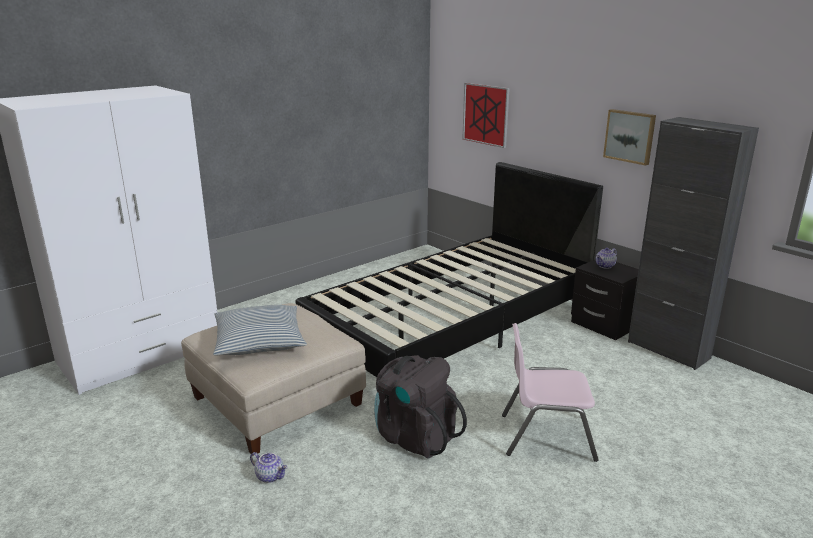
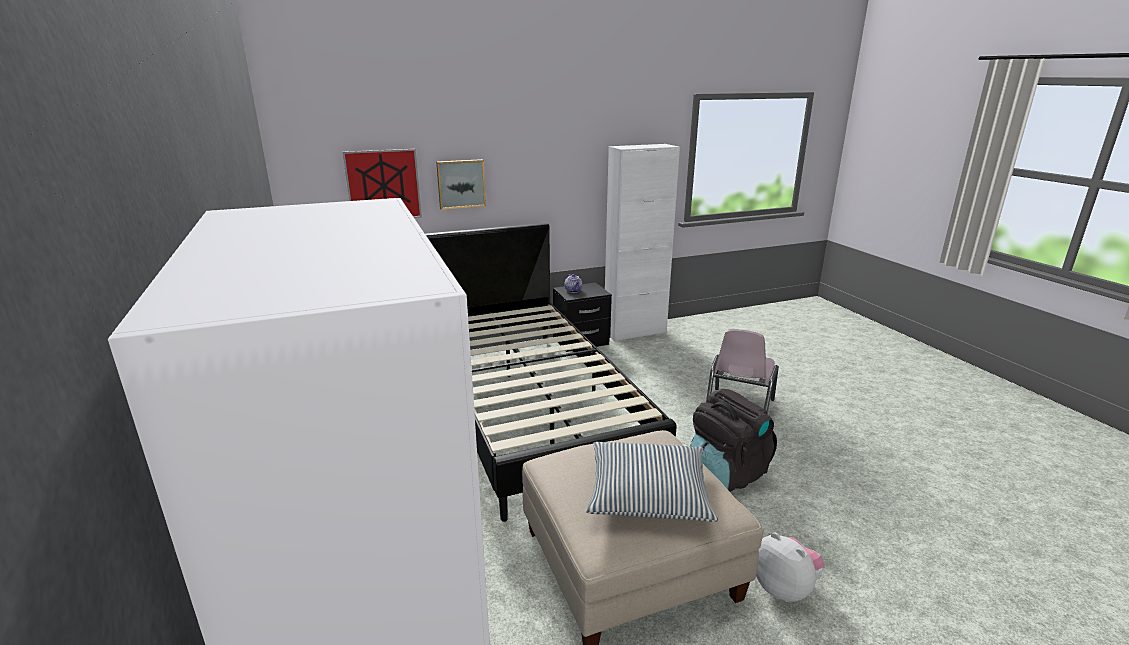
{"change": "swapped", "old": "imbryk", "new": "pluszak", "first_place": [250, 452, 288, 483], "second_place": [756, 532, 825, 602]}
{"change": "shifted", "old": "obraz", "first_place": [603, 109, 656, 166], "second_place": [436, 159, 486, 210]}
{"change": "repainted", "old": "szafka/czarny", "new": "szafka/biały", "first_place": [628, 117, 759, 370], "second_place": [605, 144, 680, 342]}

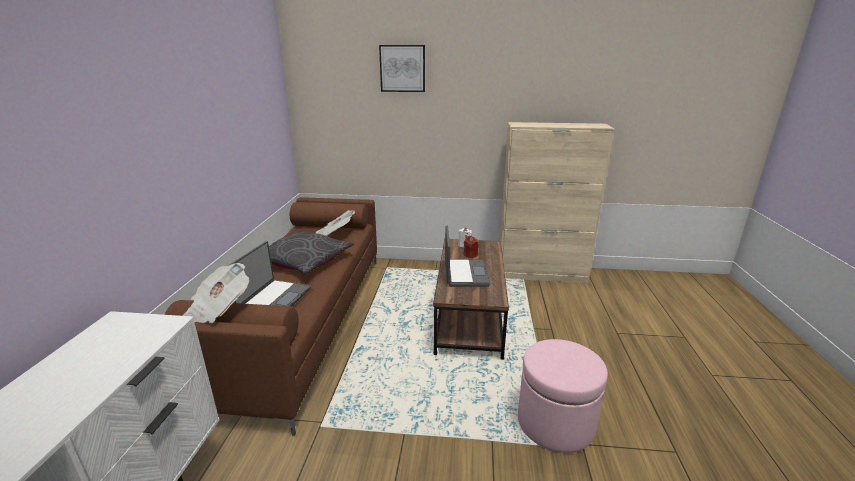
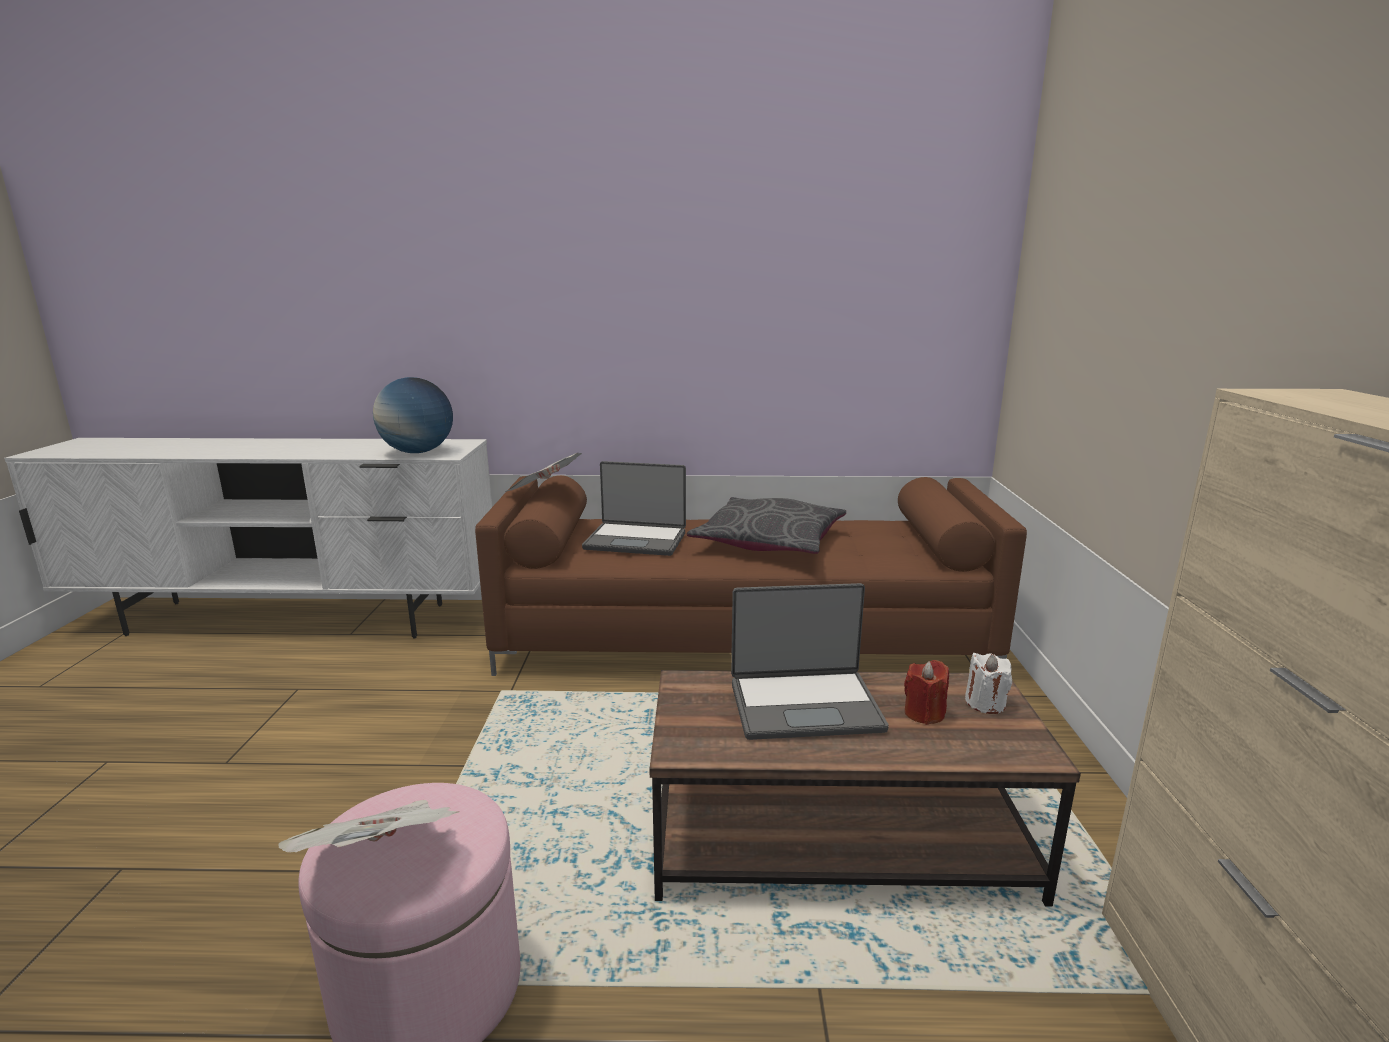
{"change": "shifted", "old": "gazeta", "first_place": [316, 210, 355, 236], "second_place": [278, 800, 460, 852]}
{"change": "gone", "old": "obraz", "first_place": [379, 45, 425, 92]}
{"change": "new", "new": "globus", "second_place": [373, 377, 453, 453]}

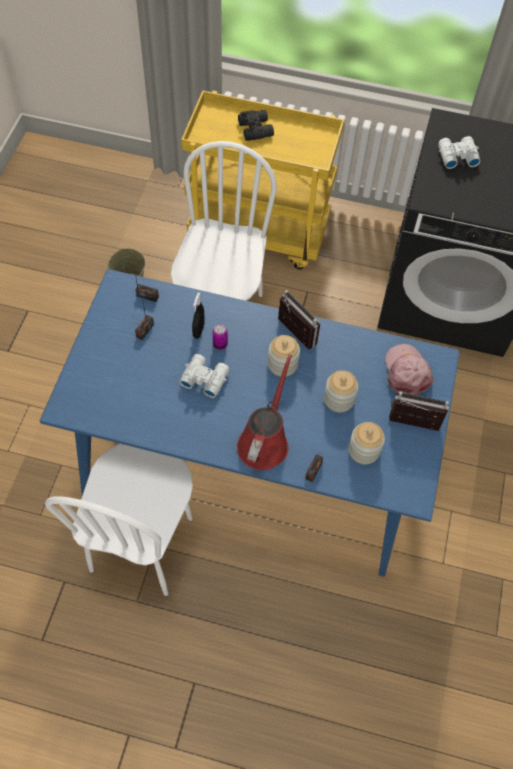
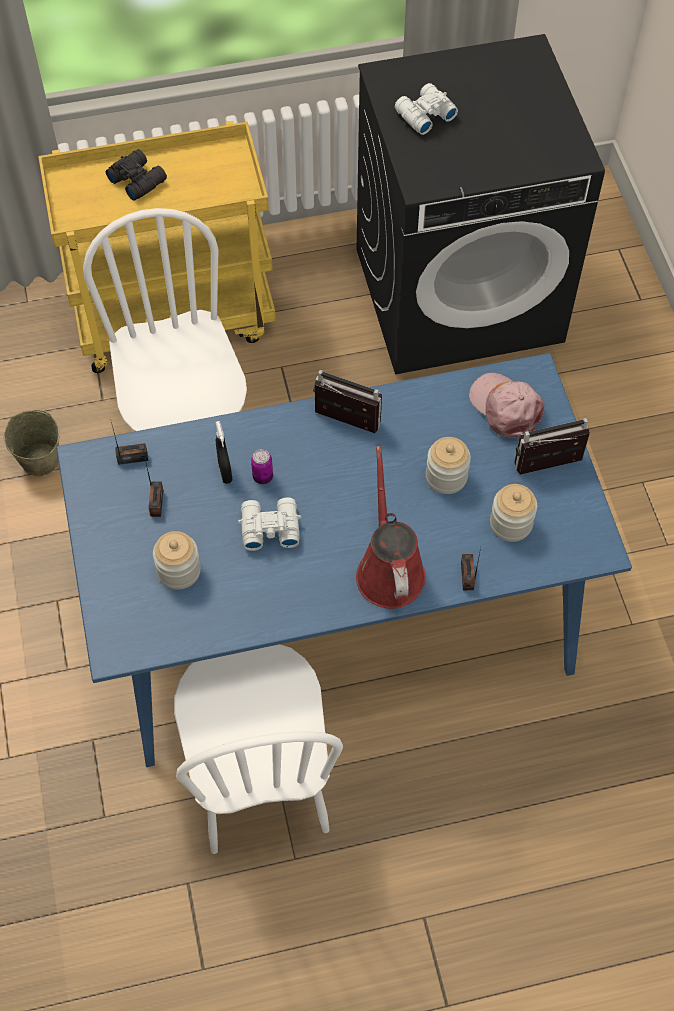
{"change": "shifted", "old": "słoik", "first_place": [268, 335, 300, 377], "second_place": [153, 531, 201, 590]}

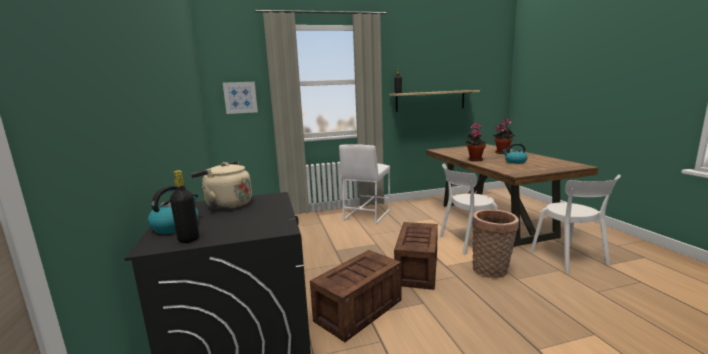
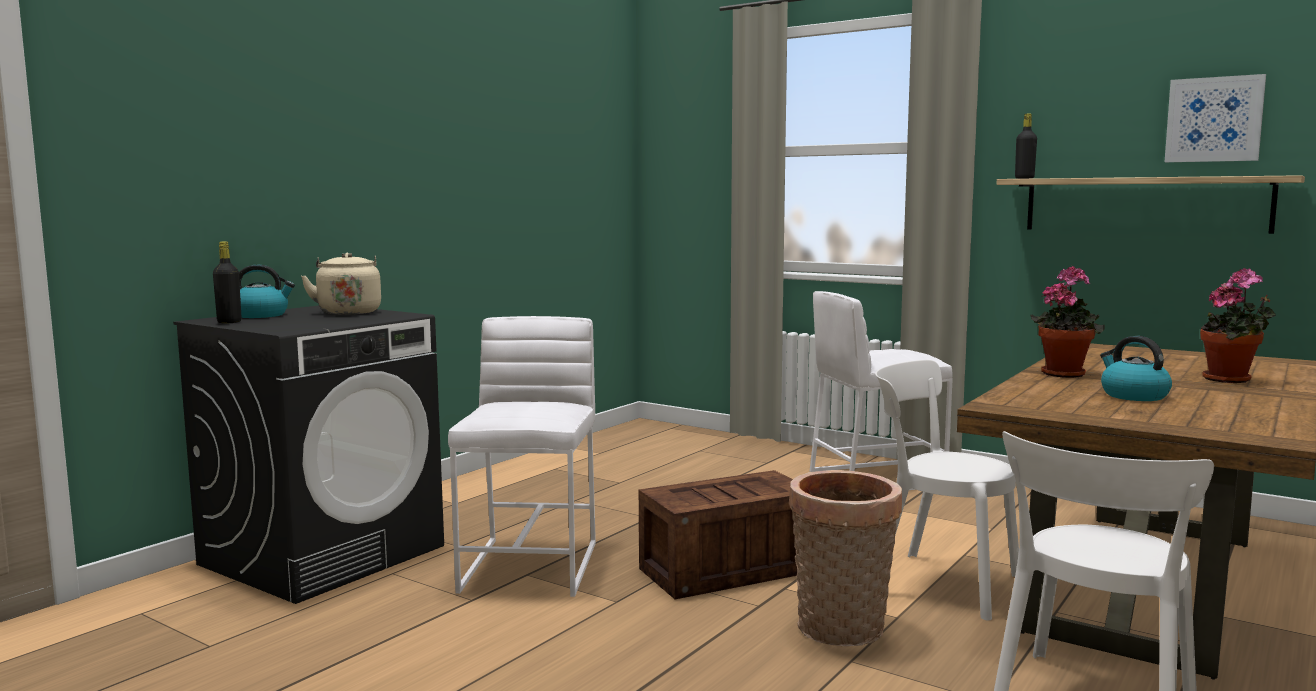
{"change": "shifted", "old": "obraz", "first_place": [223, 82, 258, 114], "second_place": [1165, 74, 1266, 162]}
{"change": "swapped", "old": "skrzynka", "new": "stołek/biały", "first_place": [310, 250, 402, 342], "second_place": [448, 316, 596, 597]}

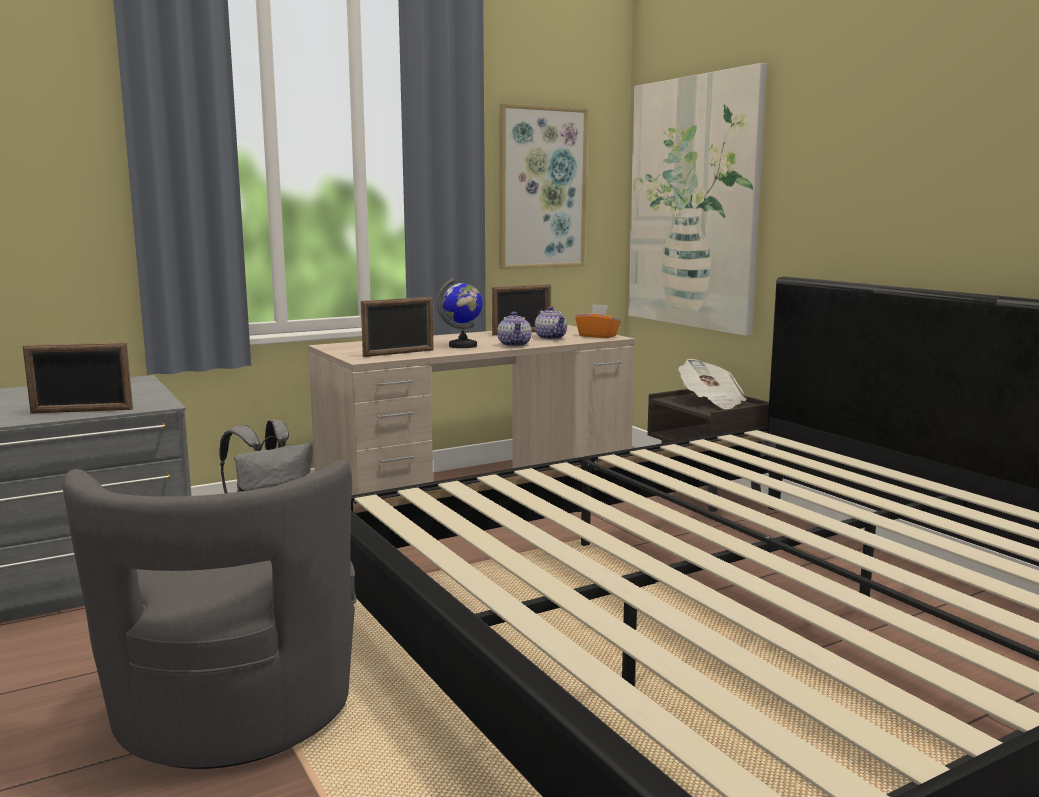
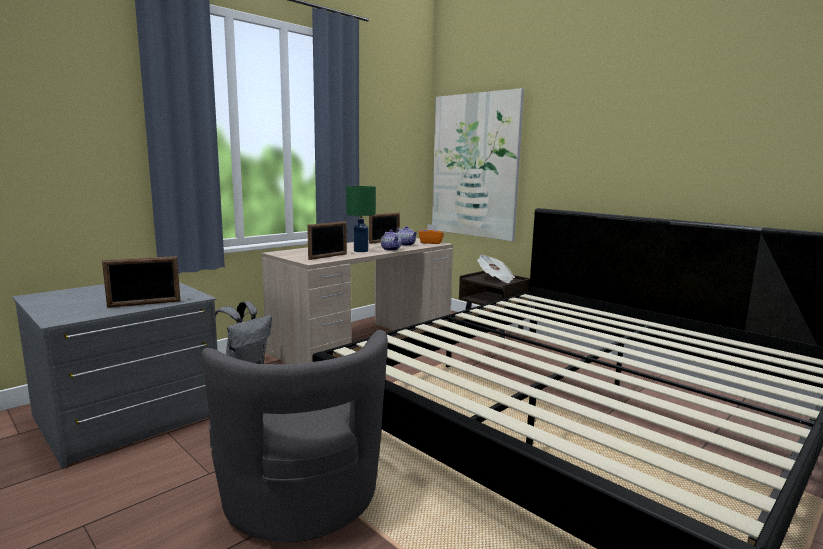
{"change": "swapped", "old": "globus", "new": "lampa stołowa/zielony", "first_place": [436, 278, 483, 348], "second_place": [346, 186, 376, 252]}
{"change": "gone", "old": "obraz", "first_place": [499, 103, 588, 269]}

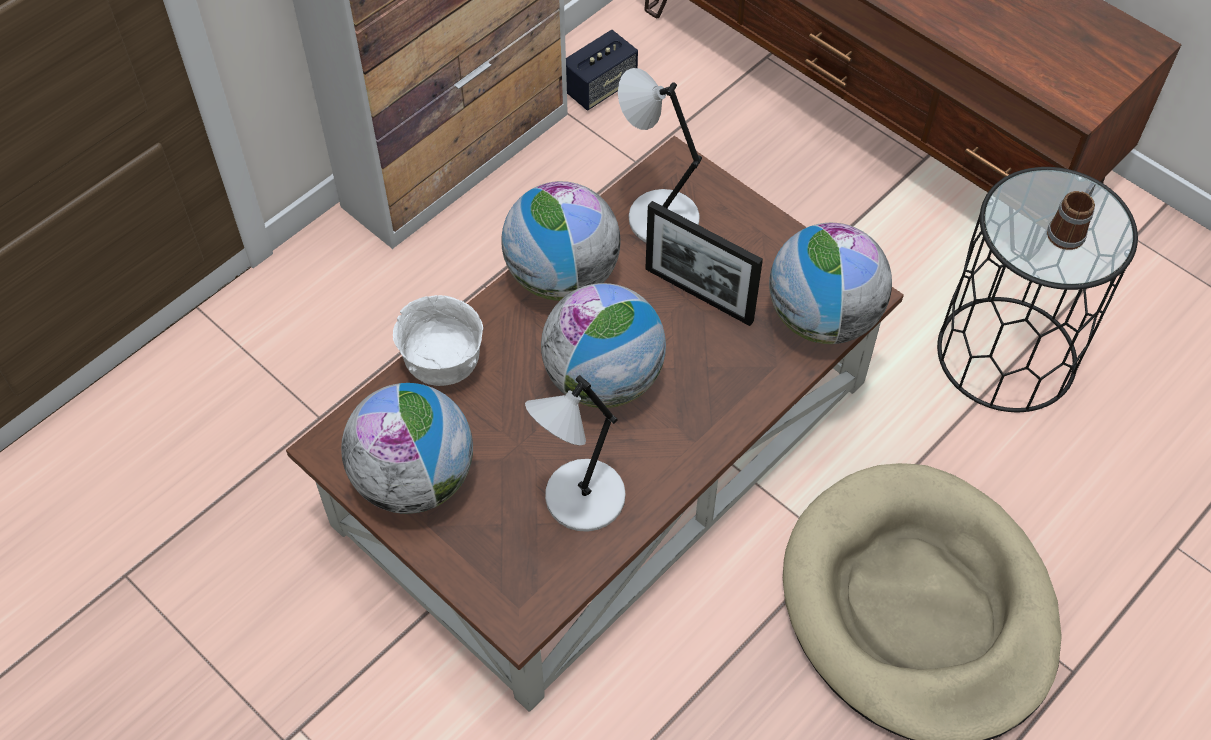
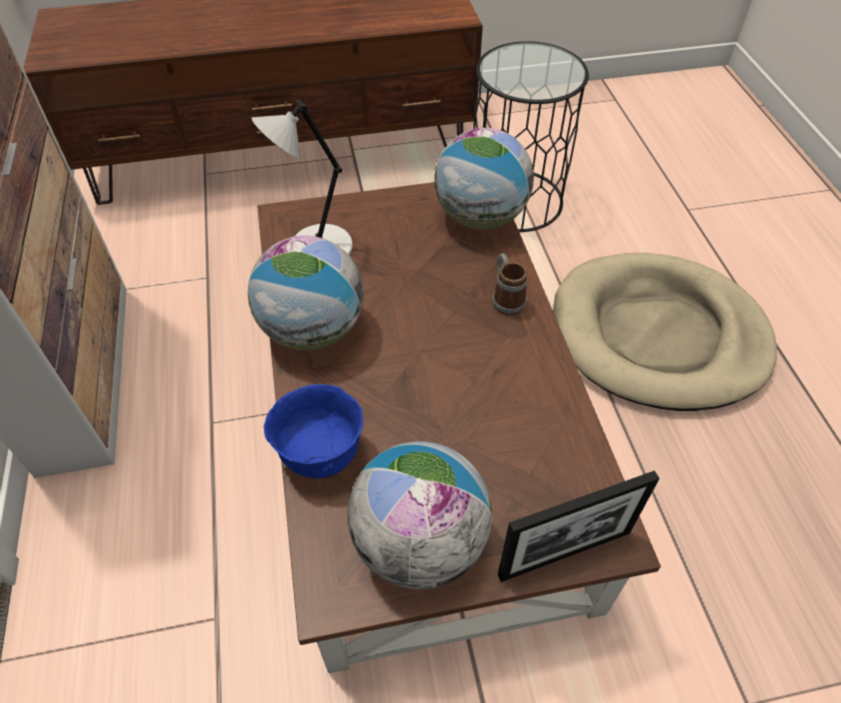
{"change": "repainted", "old": "miska/biały", "new": "miska/niebieski", "first_place": [393, 295, 483, 386], "second_place": [264, 384, 363, 479]}
{"change": "gone", "old": "lampa stołowa/szary", "first_place": [525, 375, 626, 532]}
{"change": "gone", "old": "globus", "first_place": [541, 283, 666, 408]}
{"change": "gone", "old": "głośnik", "first_place": [566, 30, 638, 110]}
{"change": "shifted", "old": "ramka na zdjęcie", "first_place": [645, 201, 763, 326], "second_place": [498, 471, 660, 582]}
{"change": "shifted", "old": "kubek", "first_place": [1047, 182, 1096, 250], "second_place": [492, 253, 528, 316]}

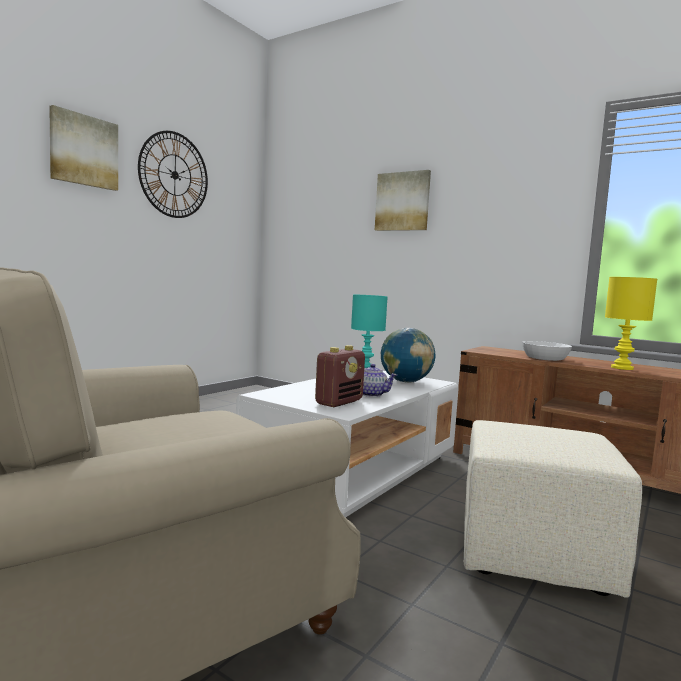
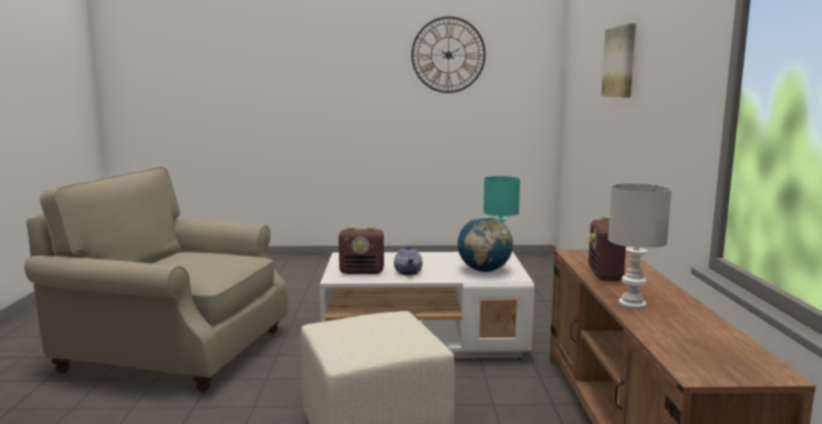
{"change": "gone", "old": "obraz", "first_place": [49, 105, 118, 191]}
{"change": "swapped", "old": "miska/biały", "new": "radio", "first_place": [522, 341, 572, 361], "second_place": [588, 216, 626, 281]}
{"change": "repainted", "old": "lampa stołowa/żółty", "new": "lampa stołowa/biały", "first_place": [605, 277, 657, 370], "second_place": [608, 183, 672, 309]}

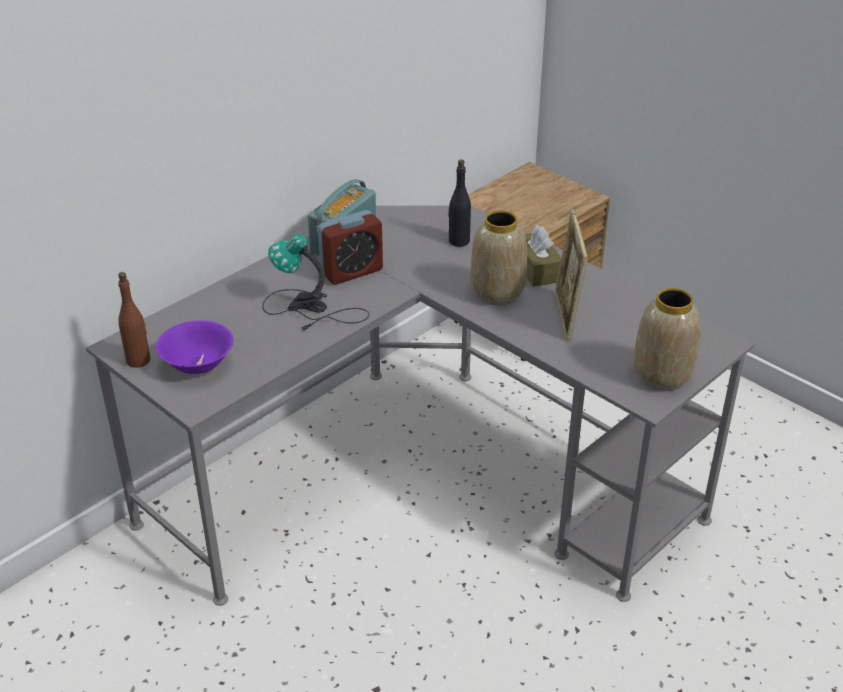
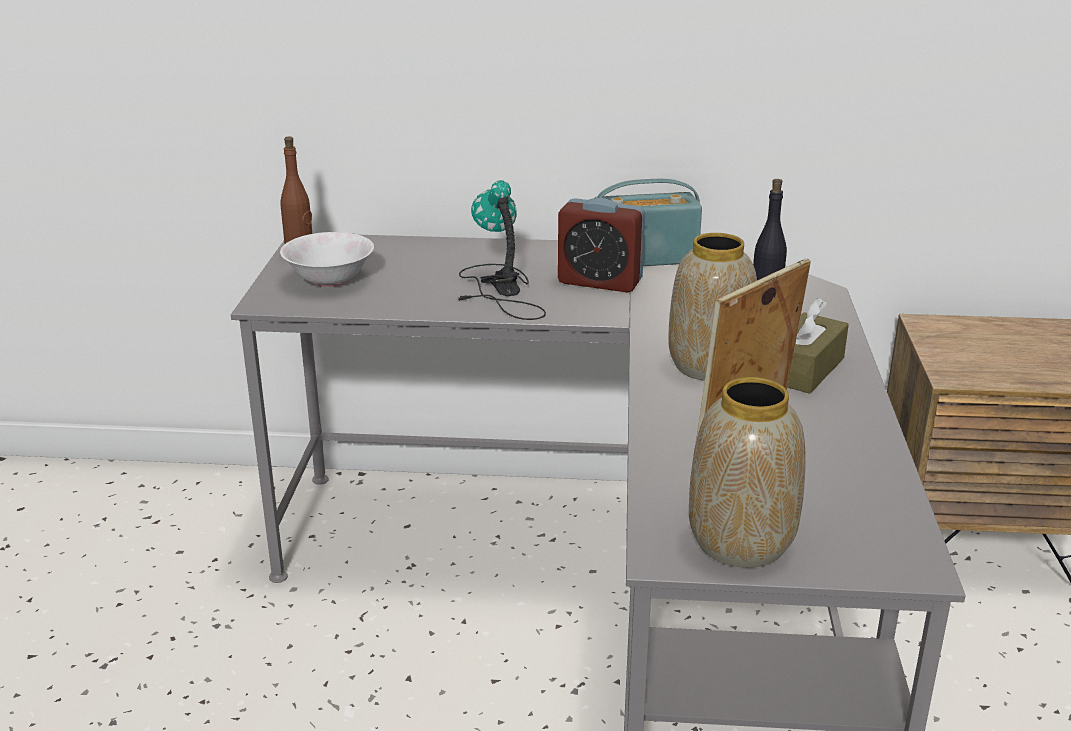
{"change": "repainted", "old": "miska/fioletowy", "new": "miska/biały", "first_place": [156, 320, 234, 374], "second_place": [280, 232, 374, 287]}

